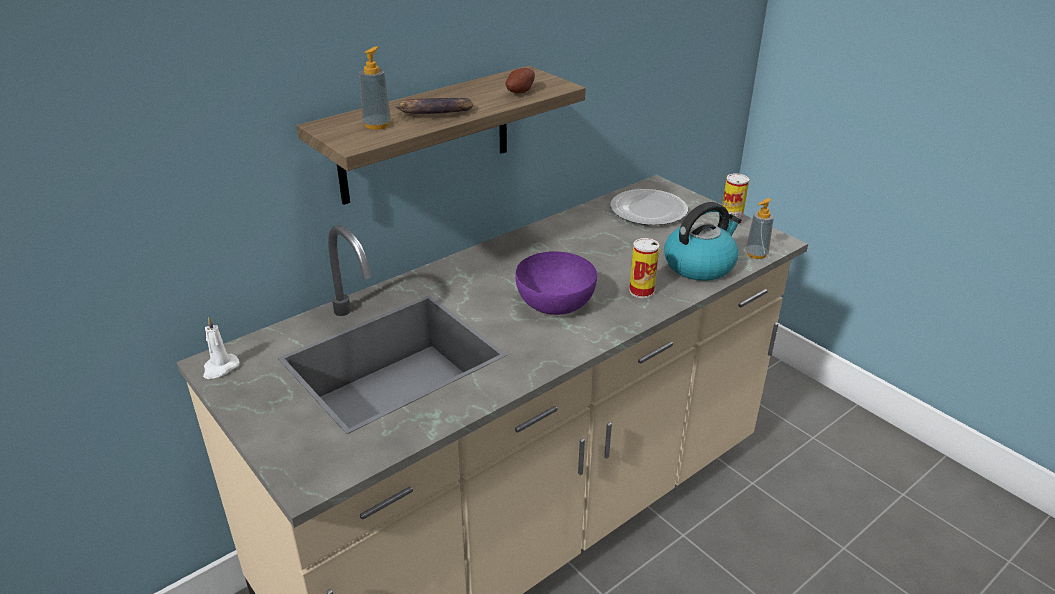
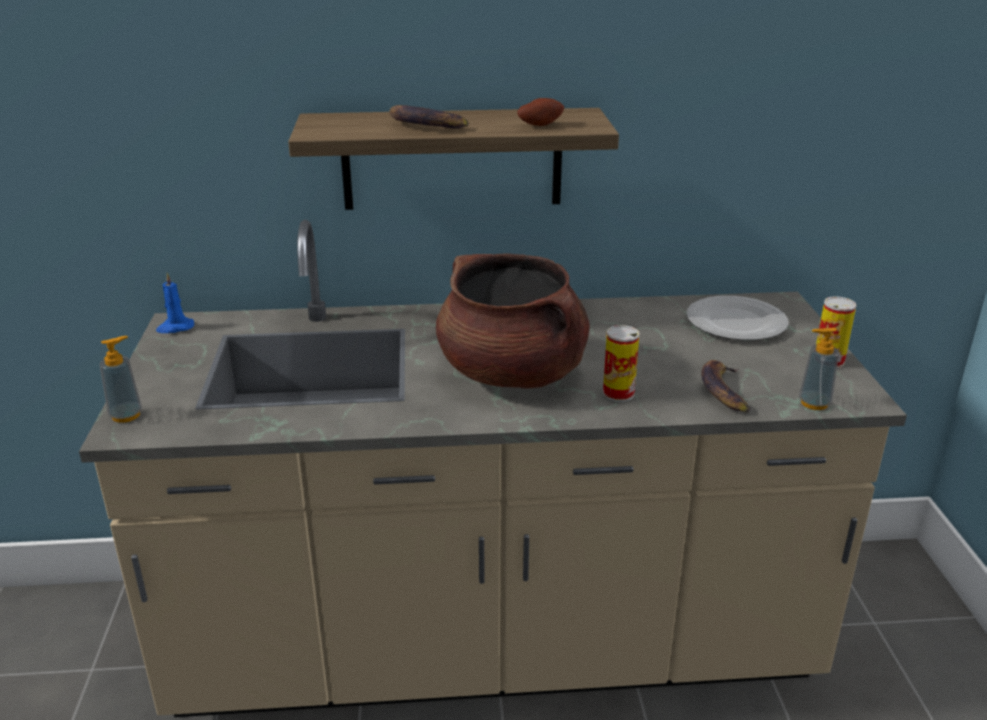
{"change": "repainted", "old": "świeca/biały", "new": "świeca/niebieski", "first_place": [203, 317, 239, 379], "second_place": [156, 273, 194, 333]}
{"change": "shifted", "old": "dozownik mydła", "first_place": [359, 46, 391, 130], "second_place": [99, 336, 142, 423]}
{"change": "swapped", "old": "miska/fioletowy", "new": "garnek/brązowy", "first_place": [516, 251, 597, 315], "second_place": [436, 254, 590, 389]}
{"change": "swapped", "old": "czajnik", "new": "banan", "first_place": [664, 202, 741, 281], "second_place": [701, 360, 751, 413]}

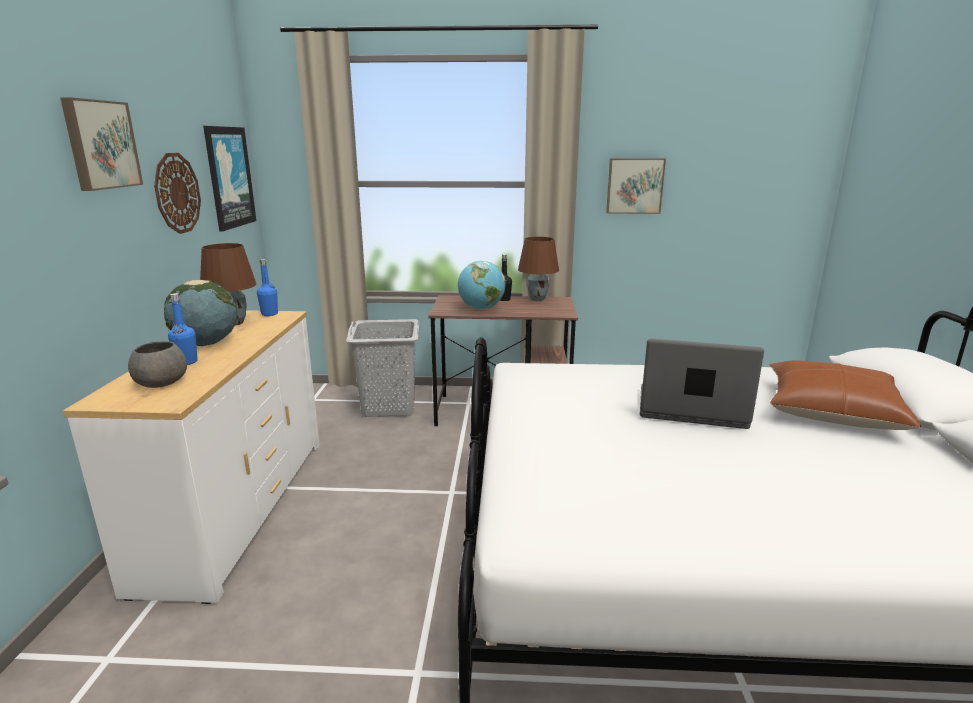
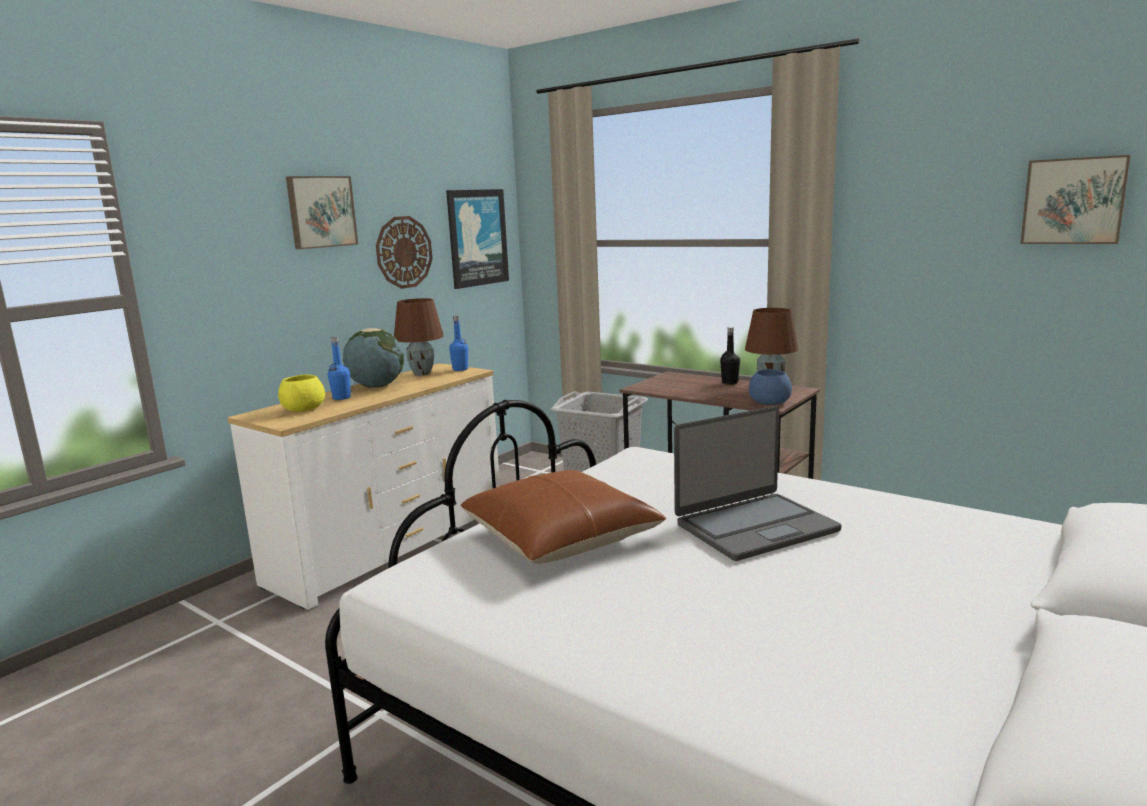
{"change": "repainted", "old": "miska/szary", "new": "miska/żółty", "first_place": [128, 341, 187, 388], "second_place": [278, 374, 325, 412]}
{"change": "gone", "old": "globus", "first_place": [458, 261, 505, 309]}
{"change": "shifted", "old": "obraz", "first_place": [606, 158, 666, 214], "second_place": [1020, 155, 1131, 244]}
{"change": "rotated", "old": "laptop", "first_place": [640, 339, 764, 429], "second_place": [674, 406, 841, 561], "degrees": 105}
{"change": "shifted", "old": "poduszka/brązowy", "first_place": [769, 360, 921, 430], "second_place": [460, 470, 667, 564]}
{"change": "new", "new": "miska/niebieski", "second_place": [749, 369, 792, 405]}

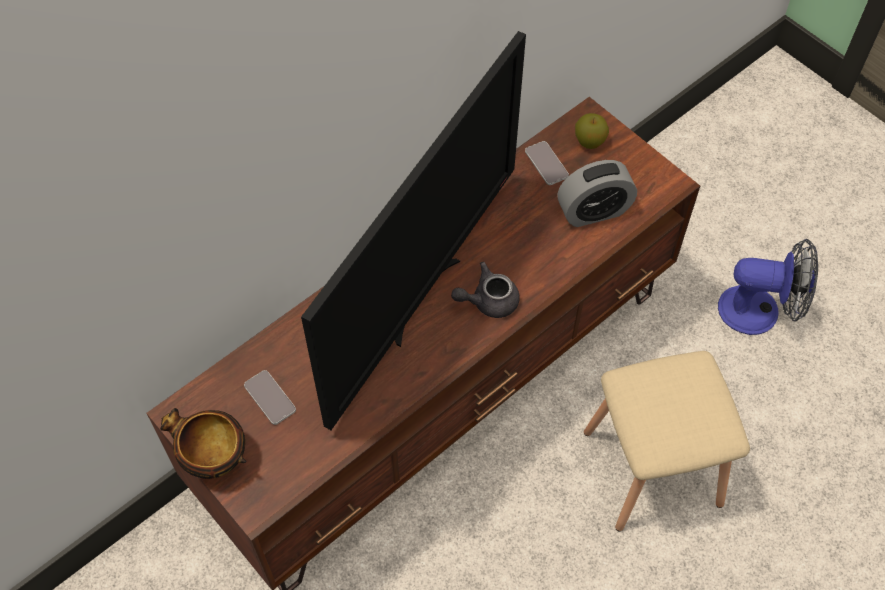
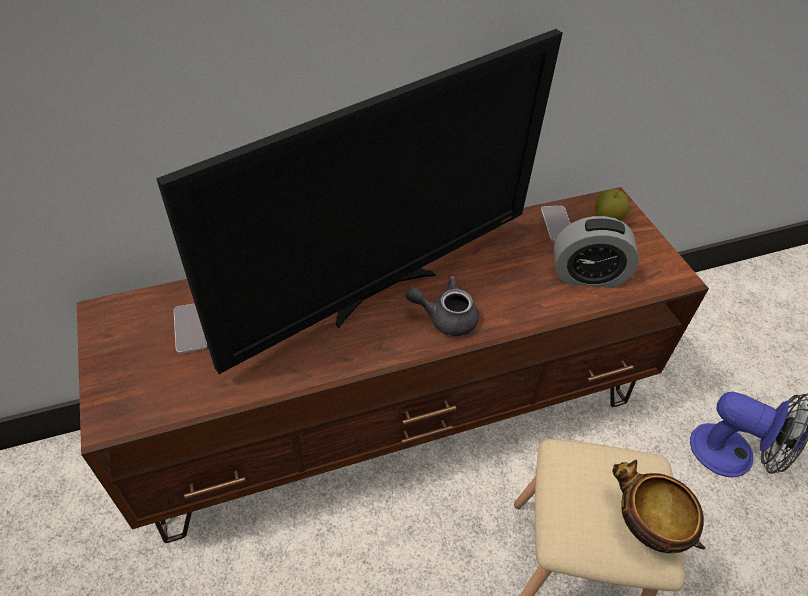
{"change": "shifted", "old": "miska", "first_place": [160, 408, 246, 479], "second_place": [613, 460, 705, 553]}

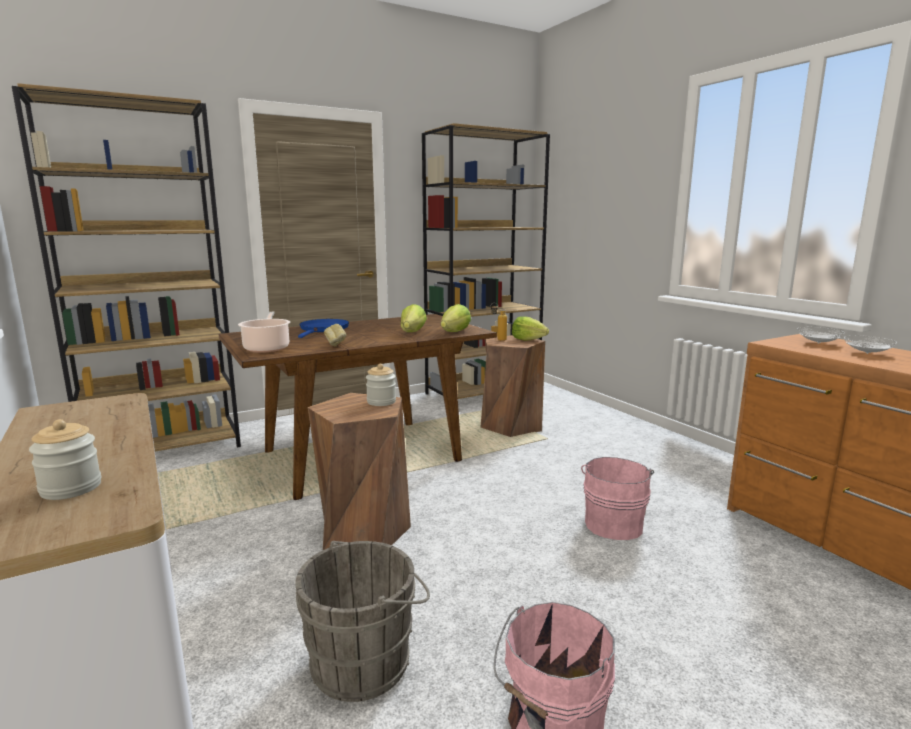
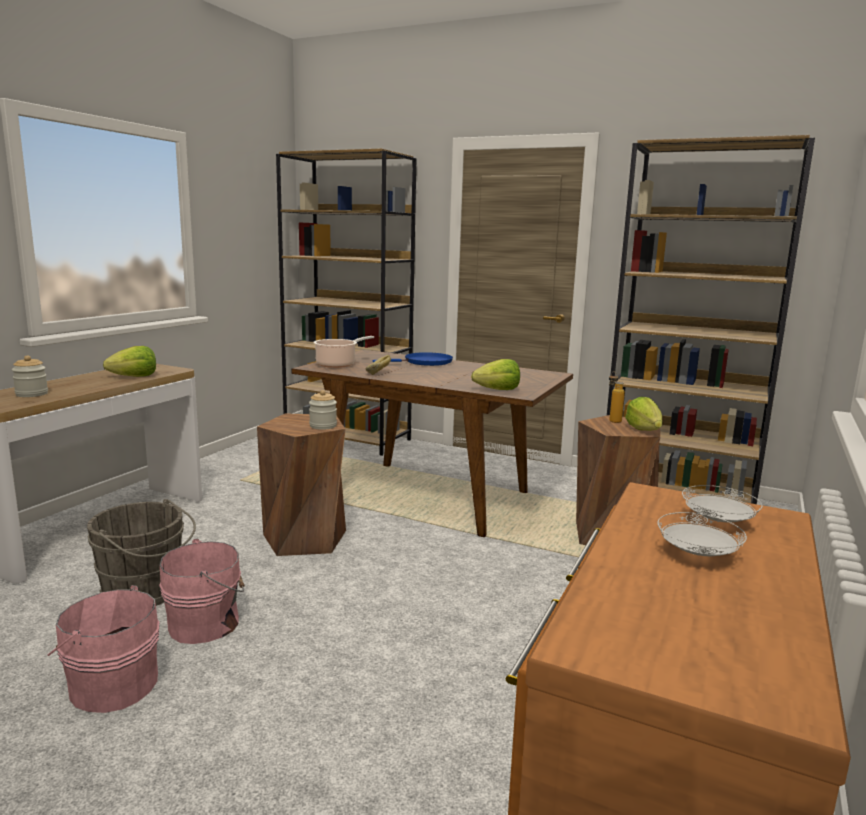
{"change": "shifted", "old": "sałata", "first_place": [401, 304, 427, 332], "second_place": [103, 346, 156, 377]}
{"change": "shifted", "old": "wiadro/różowy", "first_place": [581, 457, 654, 540], "second_place": [159, 539, 244, 644]}

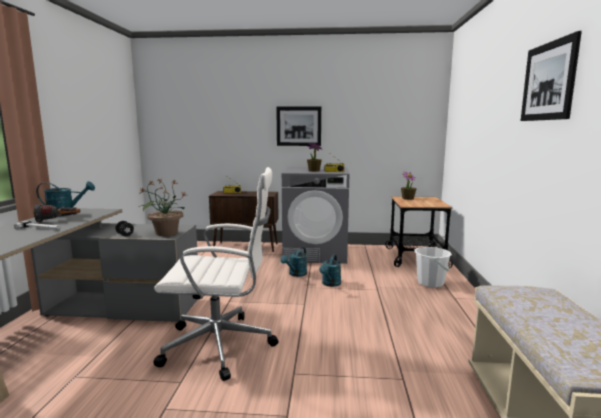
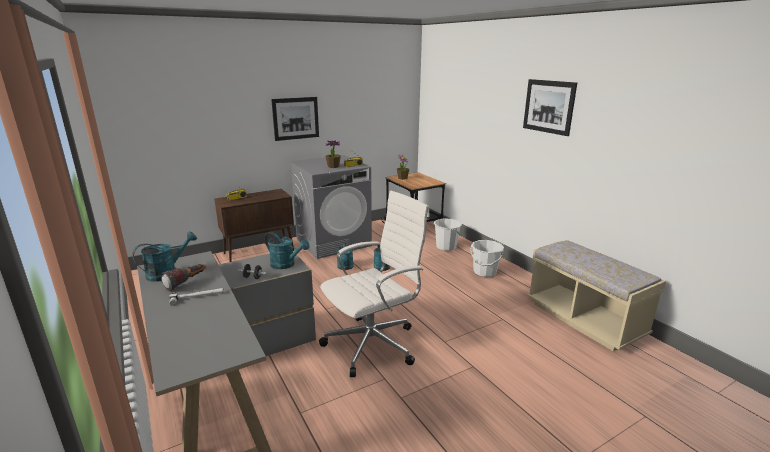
{"change": "swapped", "old": "roślina doniczkowa", "new": "konewka/turkusowy", "first_place": [139, 178, 187, 236], "second_place": [265, 232, 310, 269]}
{"change": "new", "new": "wiadro/biały", "second_place": [470, 240, 504, 277]}

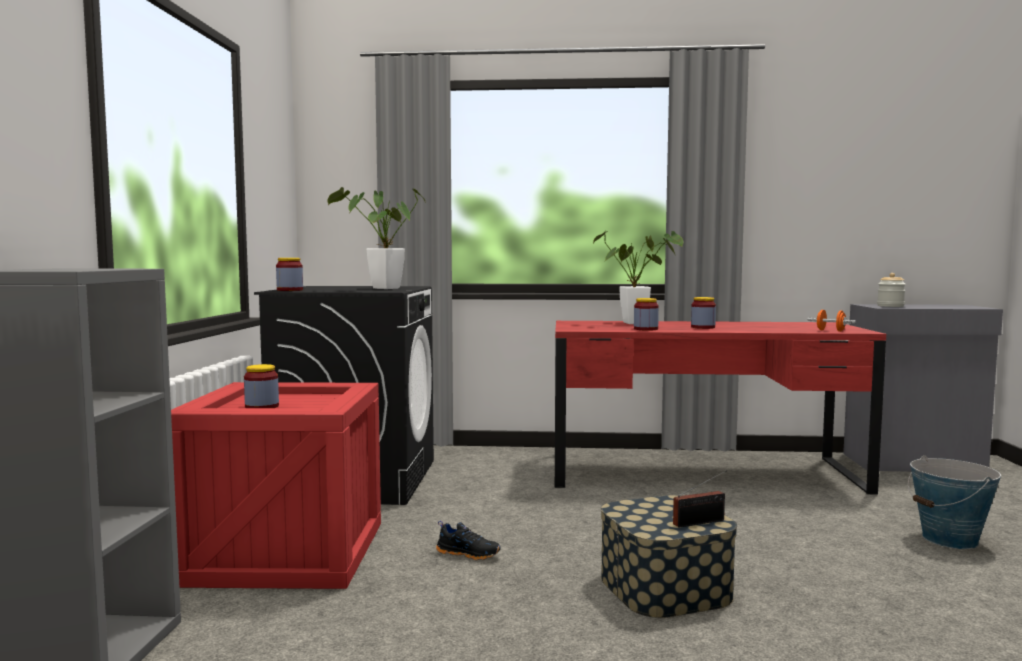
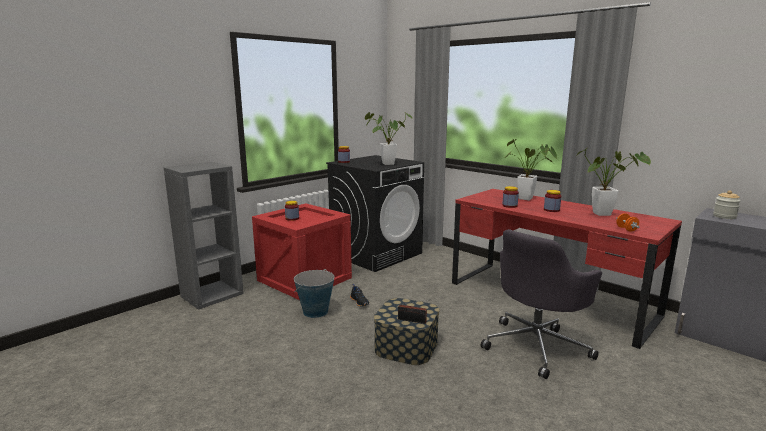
{"change": "shifted", "old": "wiadro", "first_place": [908, 455, 1001, 549], "second_place": [294, 269, 335, 318]}
{"change": "new", "new": "krzesło biurowe/szary", "second_place": [481, 229, 602, 379]}
{"change": "new", "new": "roślina doniczkowa", "second_place": [577, 148, 651, 216]}

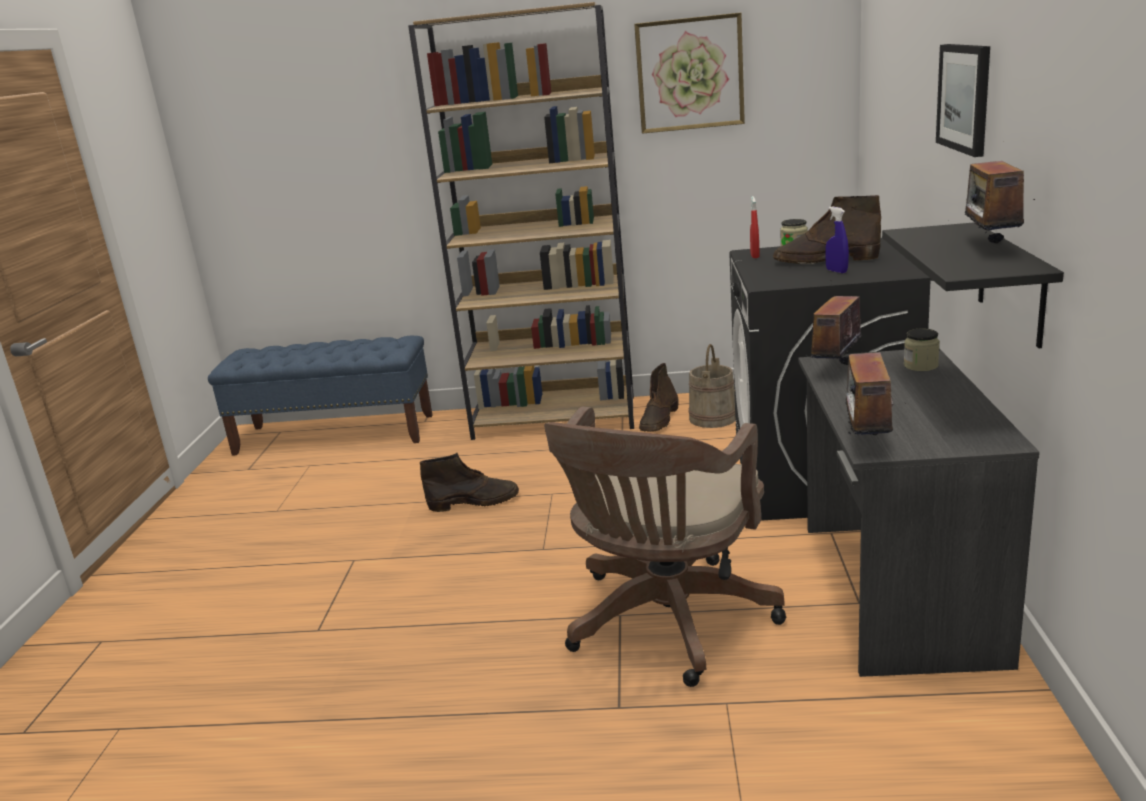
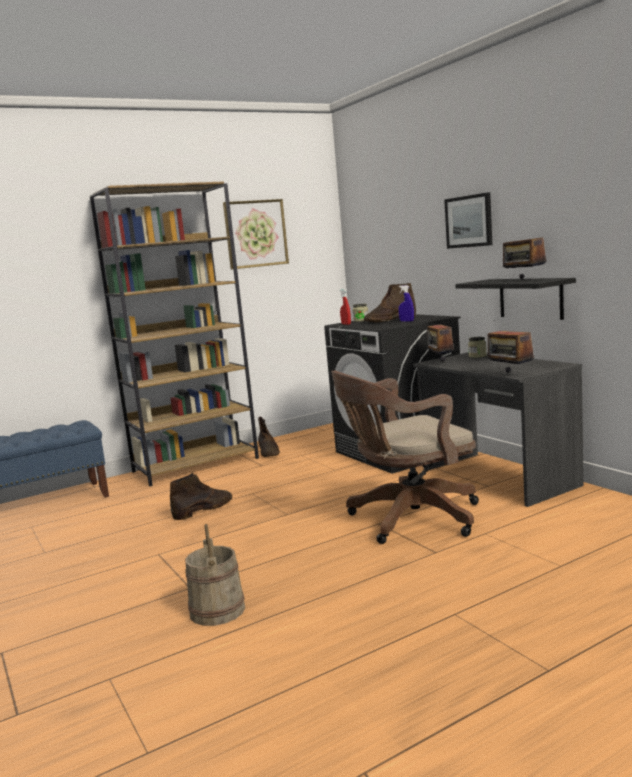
{"change": "rotated", "old": "krzesło biurowe/brązowy", "first_place": [544, 407, 786, 687], "second_place": [331, 371, 479, 544], "degrees": 75}
{"change": "shifted", "old": "wiadro/beżowy", "first_place": [688, 344, 736, 428], "second_place": [185, 524, 245, 626]}

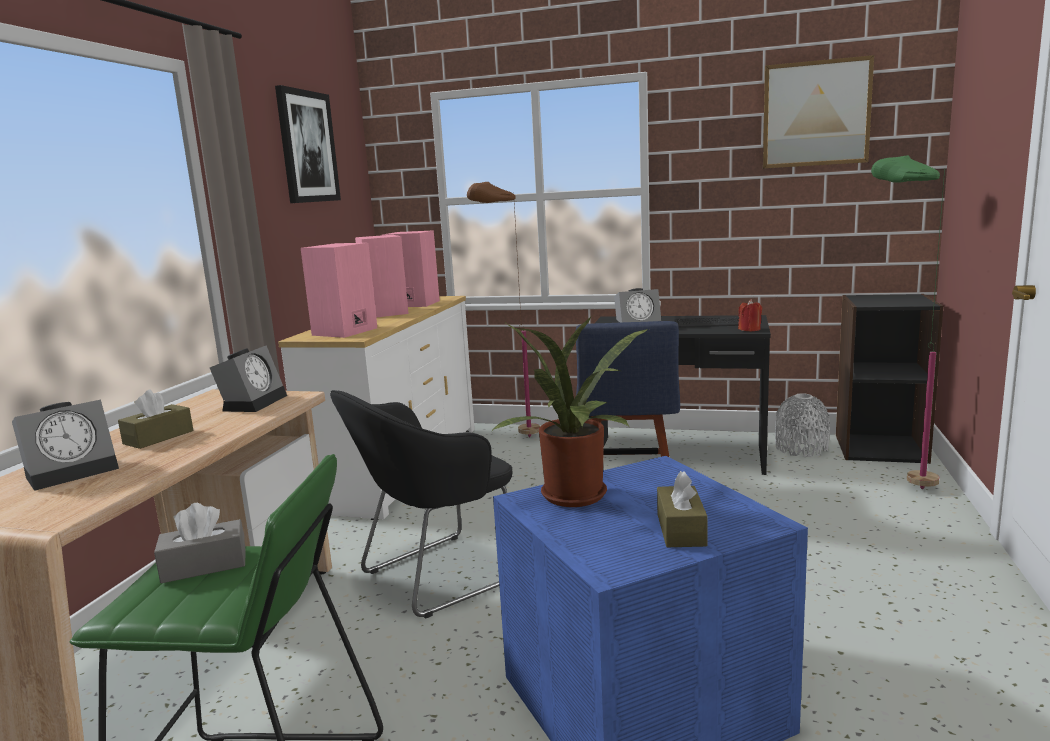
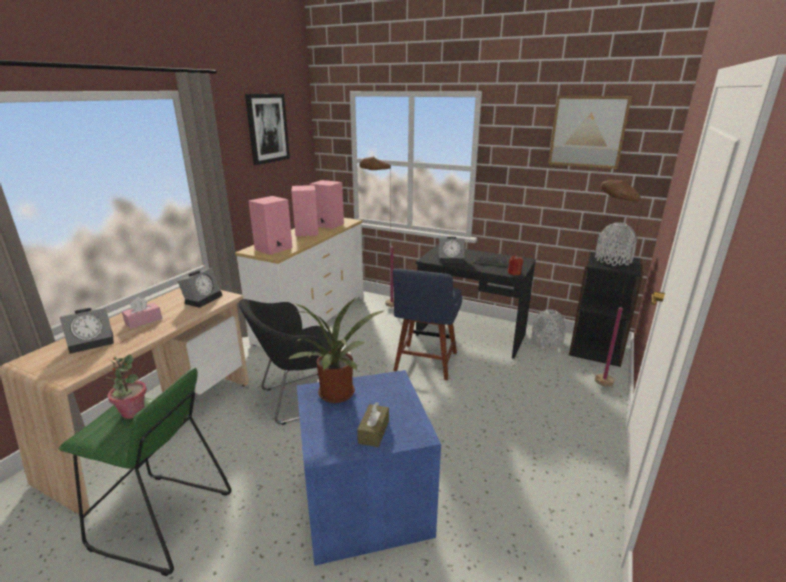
{"change": "repainted", "old": "pudełko chusteczek/brązowy", "new": "pudełko chusteczek/różowy", "first_place": [118, 389, 193, 449], "second_place": [122, 297, 162, 329]}
{"change": "swapped", "old": "pudełko chusteczek/szary", "new": "roślina doniczkowa", "first_place": [154, 503, 246, 583], "second_place": [107, 354, 147, 419]}
{"change": "repainted", "old": "lampa stojąca/zielony", "new": "lampa stojąca/brązowy", "first_place": [871, 155, 945, 489], "second_place": [595, 180, 645, 387]}
{"change": "new", "new": "wazon/szary", "second_place": [595, 222, 637, 266]}

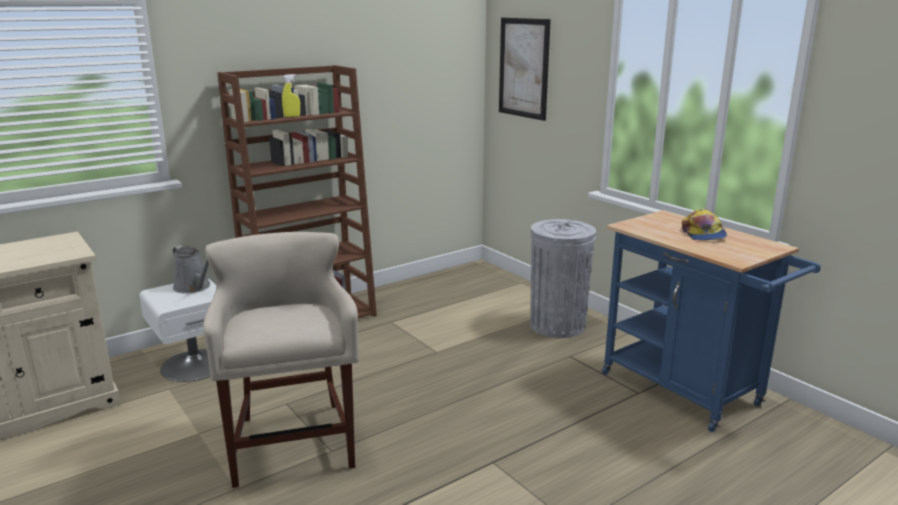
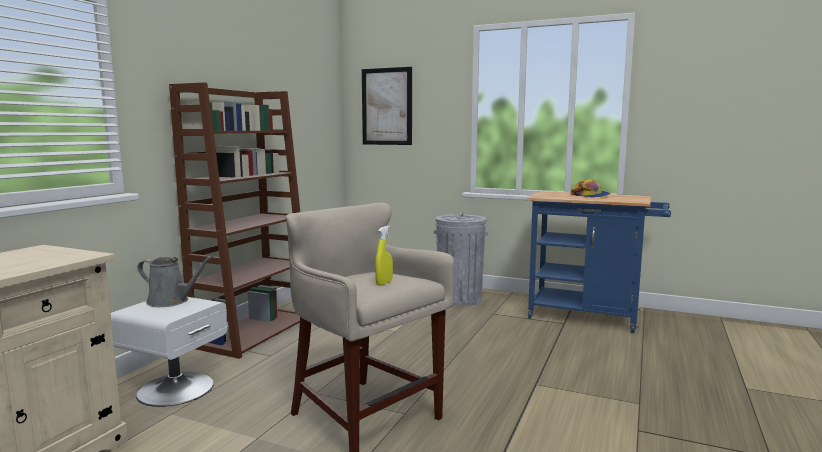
{"change": "shifted", "old": "spryskiwacz/żółty", "first_place": [282, 74, 300, 117], "second_place": [375, 226, 393, 286]}

